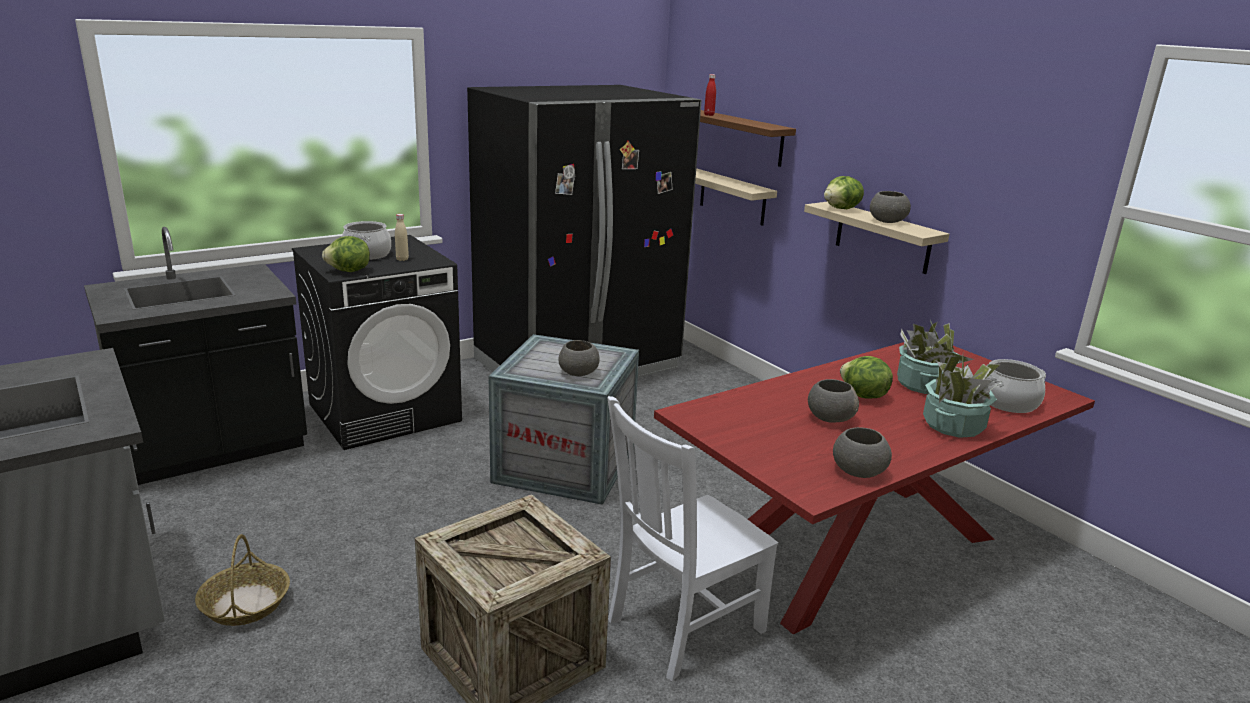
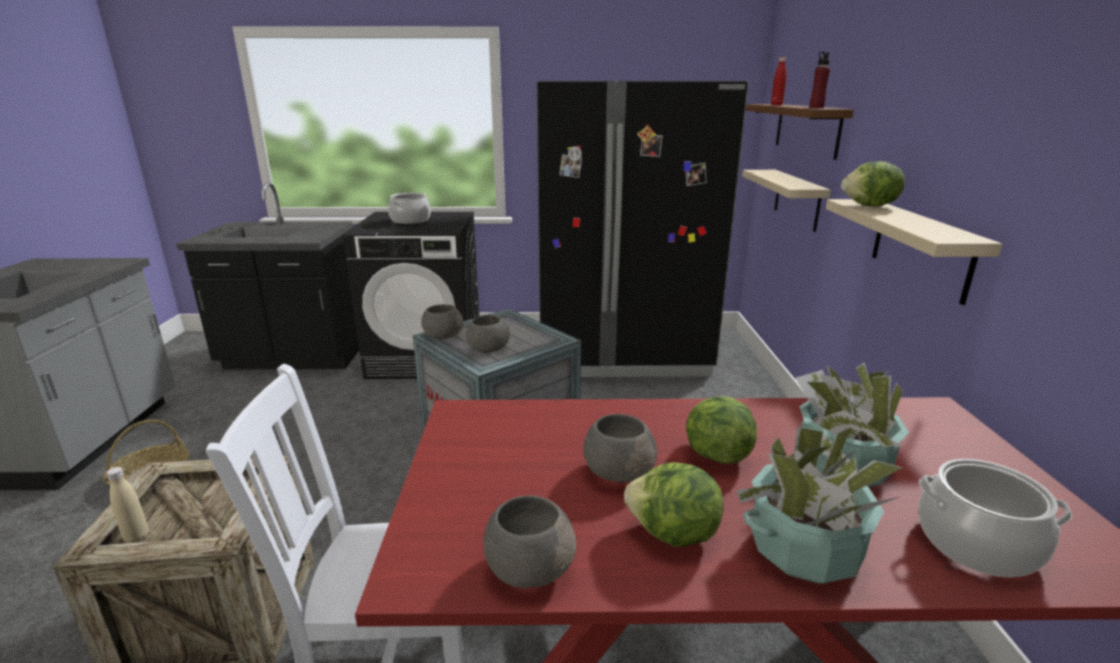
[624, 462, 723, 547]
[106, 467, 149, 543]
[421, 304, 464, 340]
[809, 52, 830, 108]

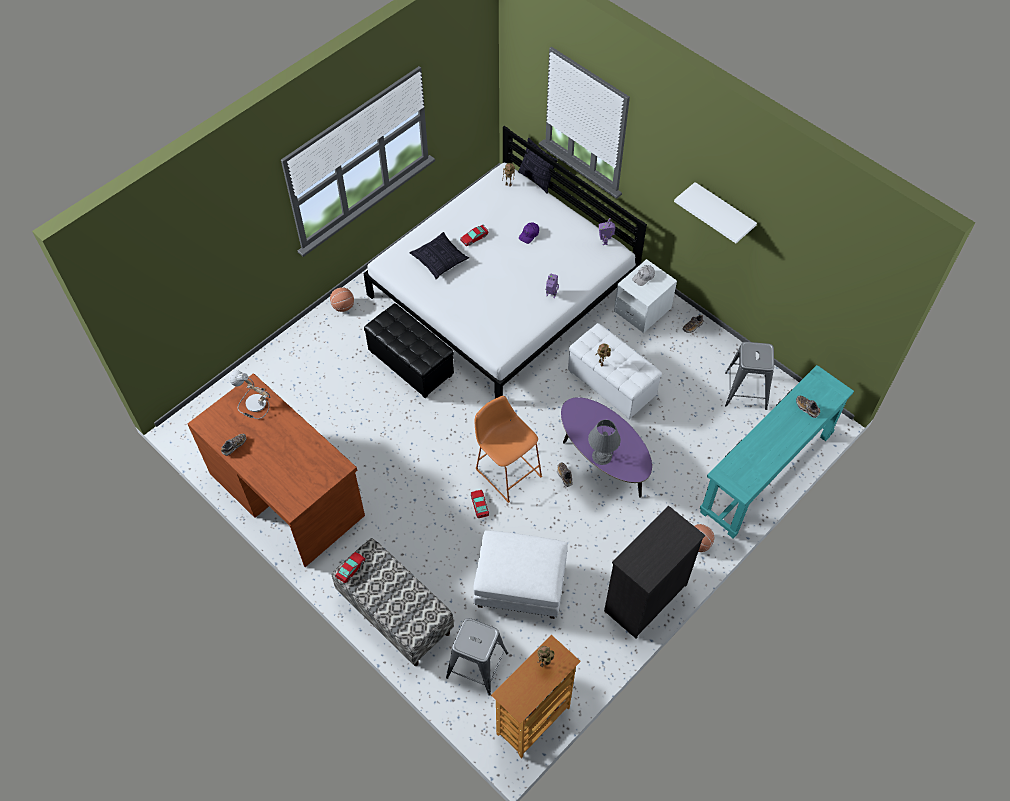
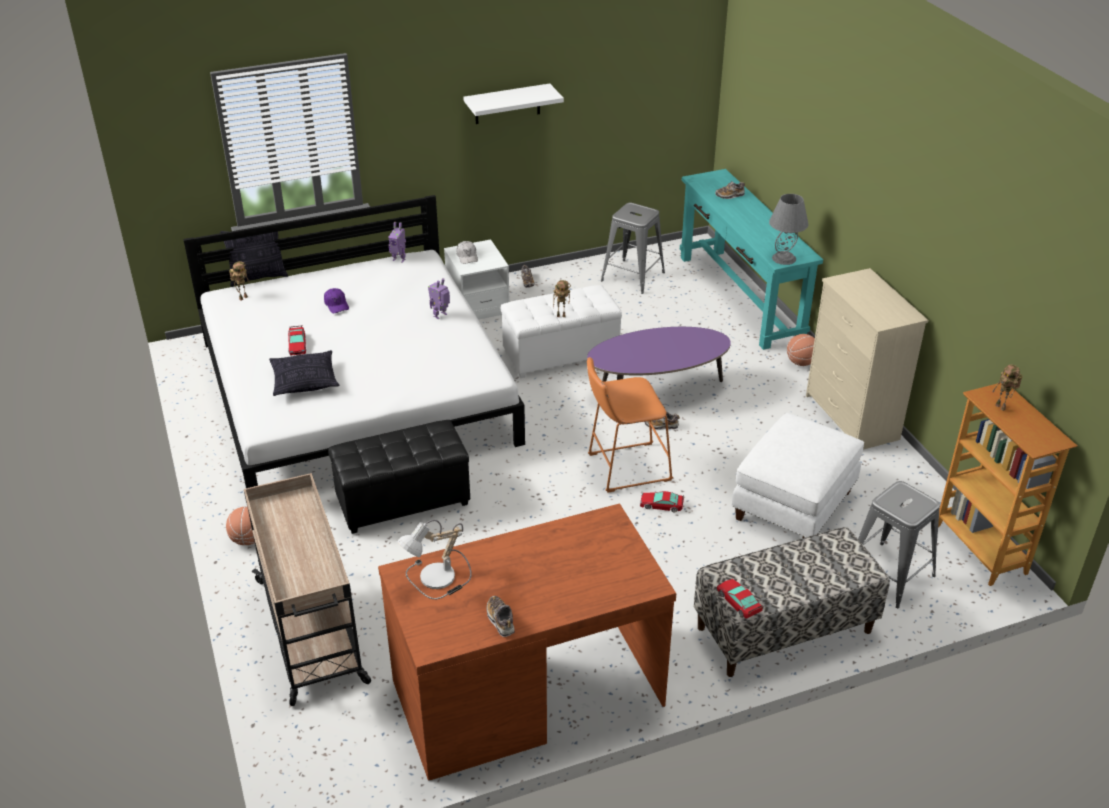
[769, 194, 809, 265]
[806, 268, 928, 450]
[244, 473, 371, 706]

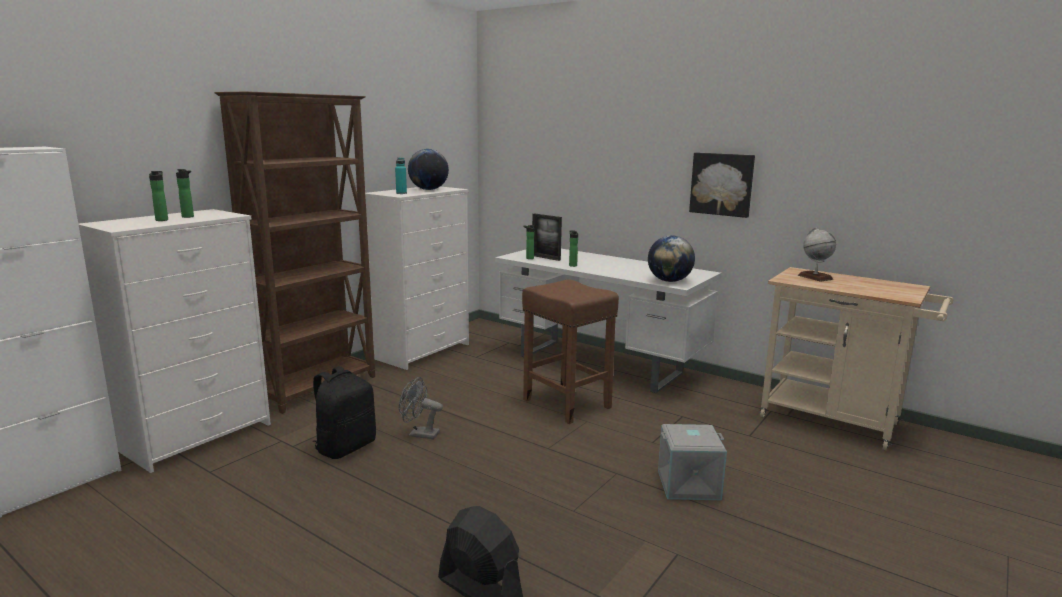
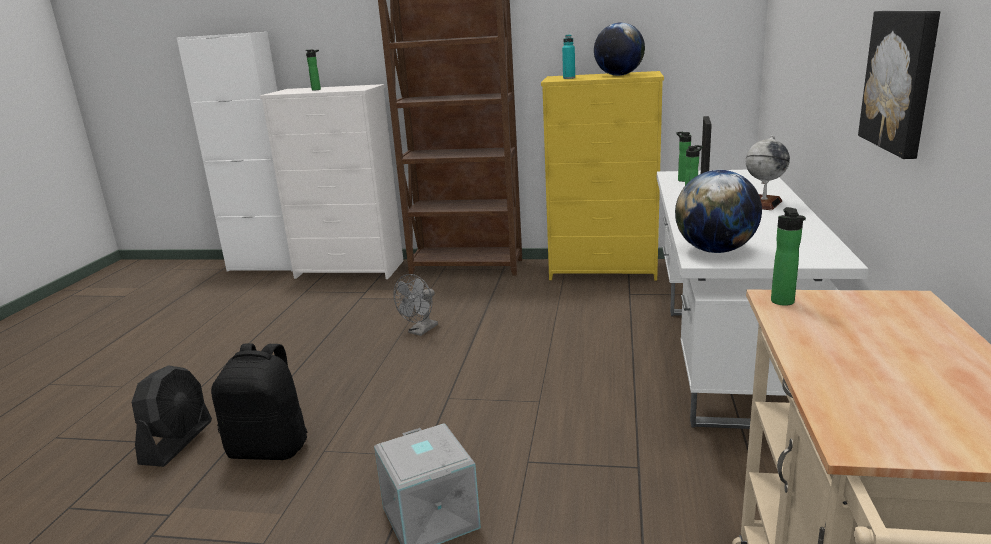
[771, 207, 806, 306]
[211, 344, 307, 460]
[541, 71, 664, 281]
[393, 274, 438, 336]
[522, 280, 619, 424] (first image)
[746, 136, 790, 210]

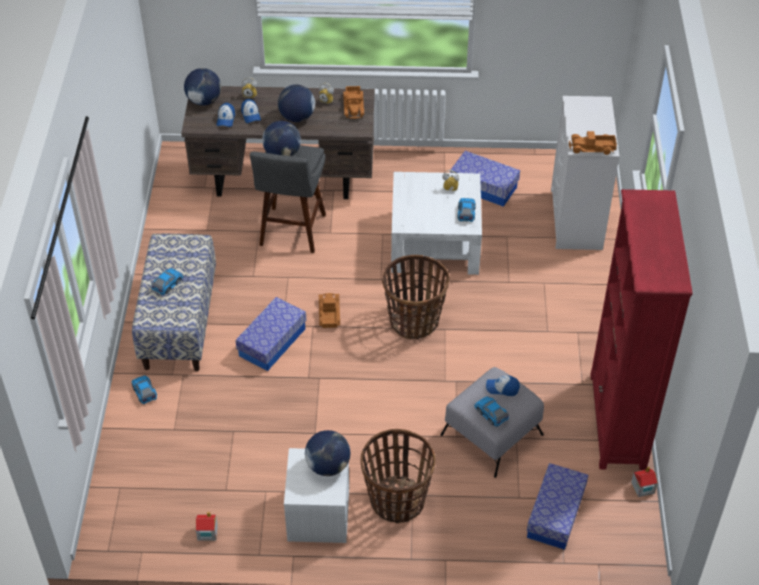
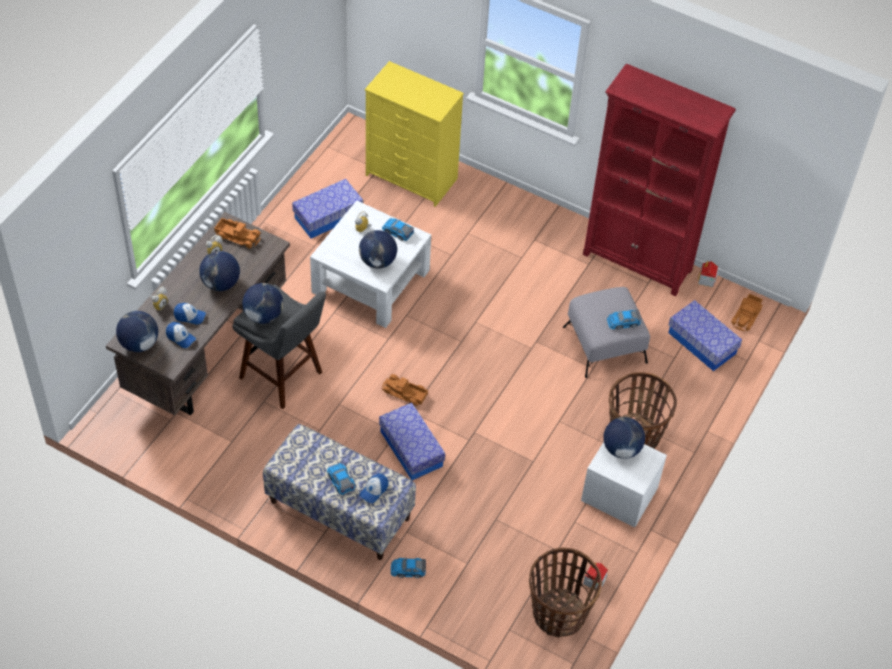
[529, 547, 602, 637]
[359, 473, 388, 503]
[365, 61, 464, 207]
[731, 294, 763, 331]
[359, 230, 397, 269]

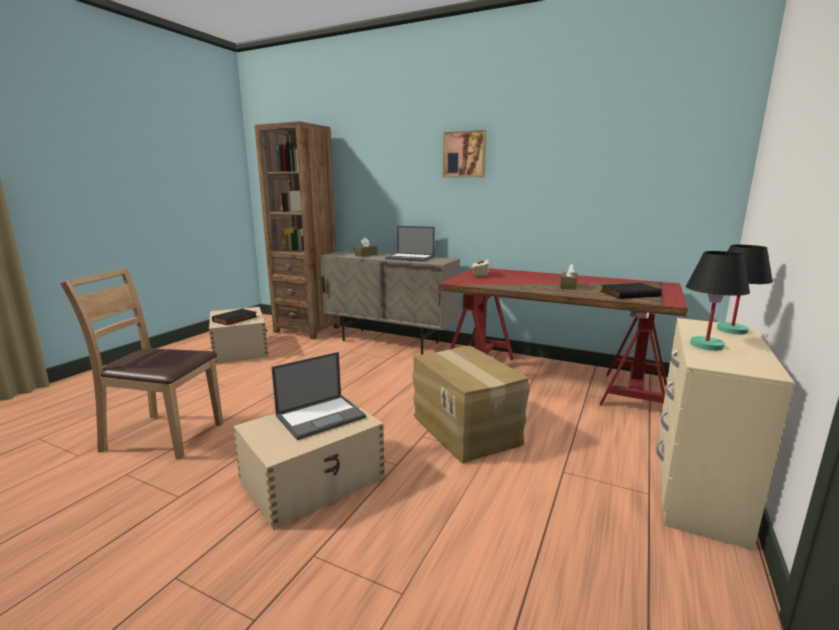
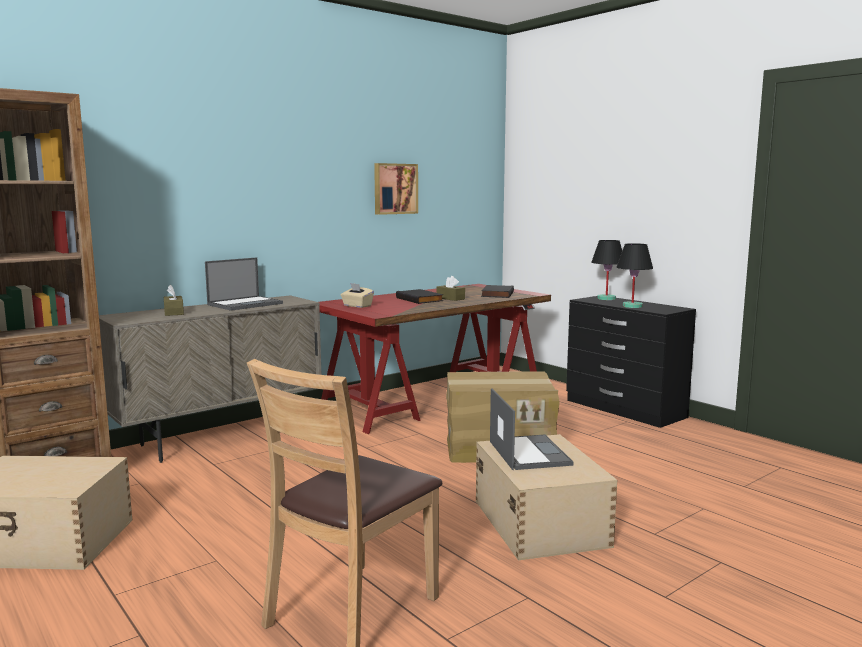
[396, 289, 444, 304]
[374, 163, 418, 215]
[566, 296, 696, 428]

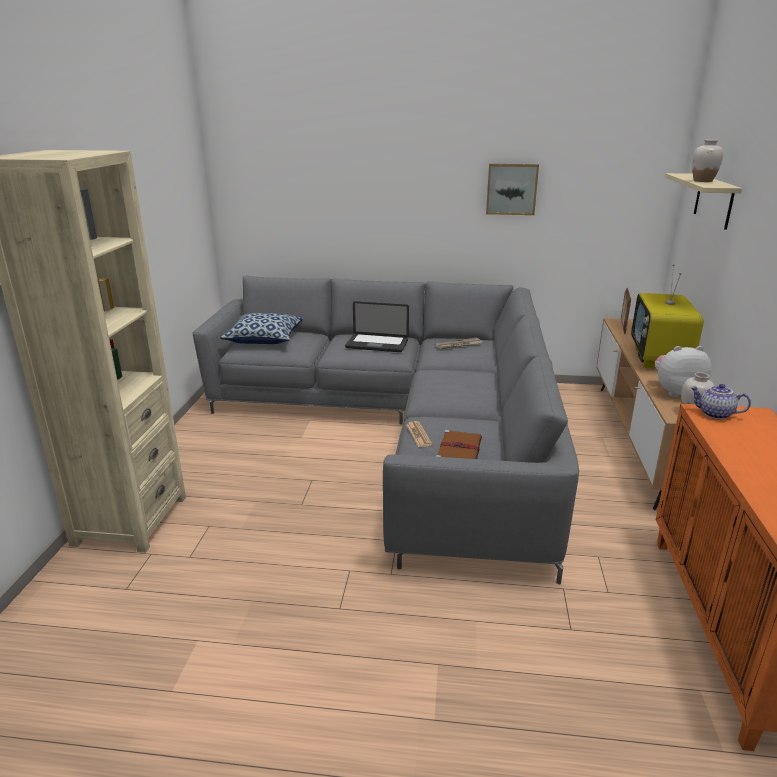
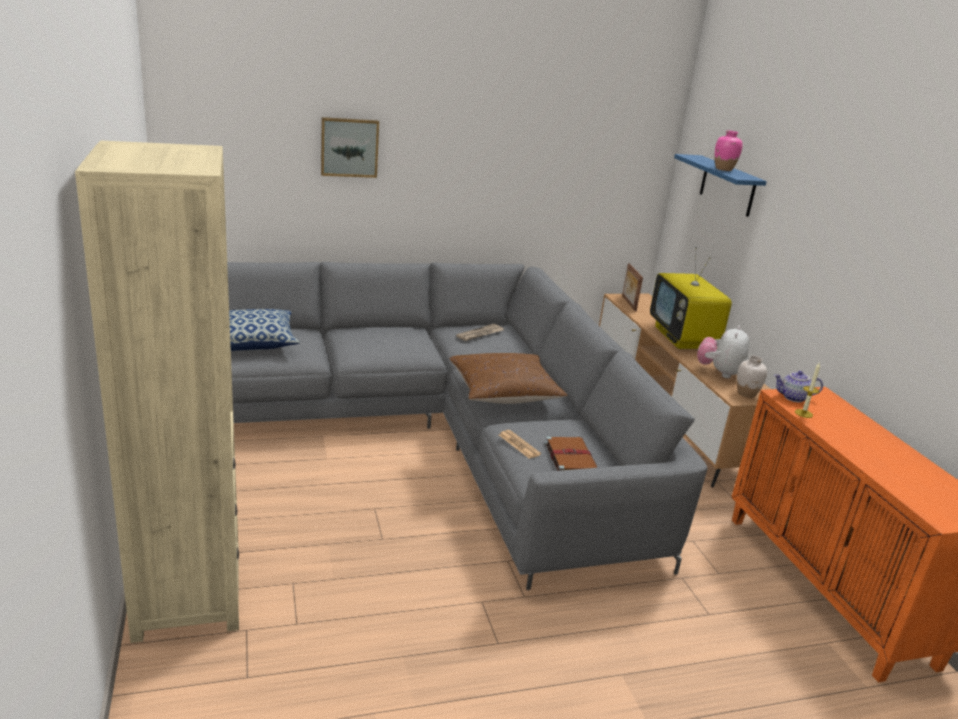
[345, 301, 409, 352] (first image)
[321, 117, 379, 178]
[697, 325, 749, 378]
[674, 154, 767, 217]
[715, 130, 743, 171]
[449, 353, 567, 404]
[795, 362, 820, 418]

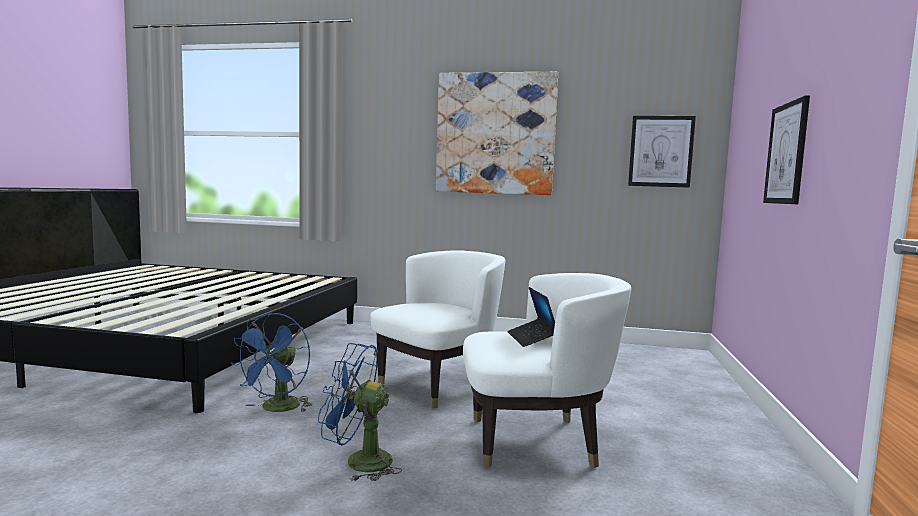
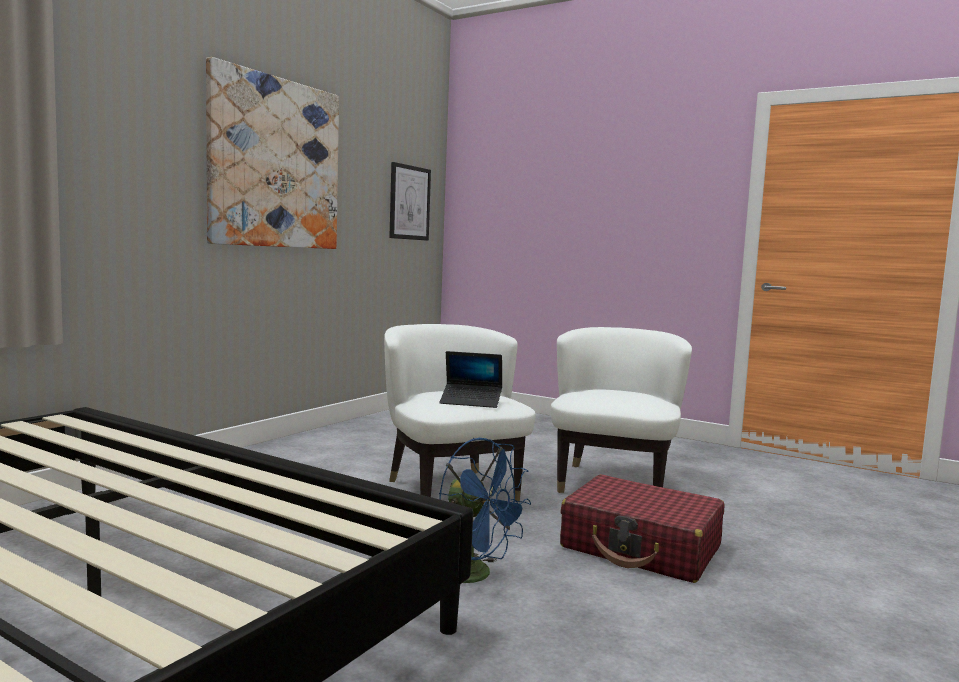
[560, 474, 725, 583]
[440, 351, 502, 408]
[763, 95, 810, 204] (first image)

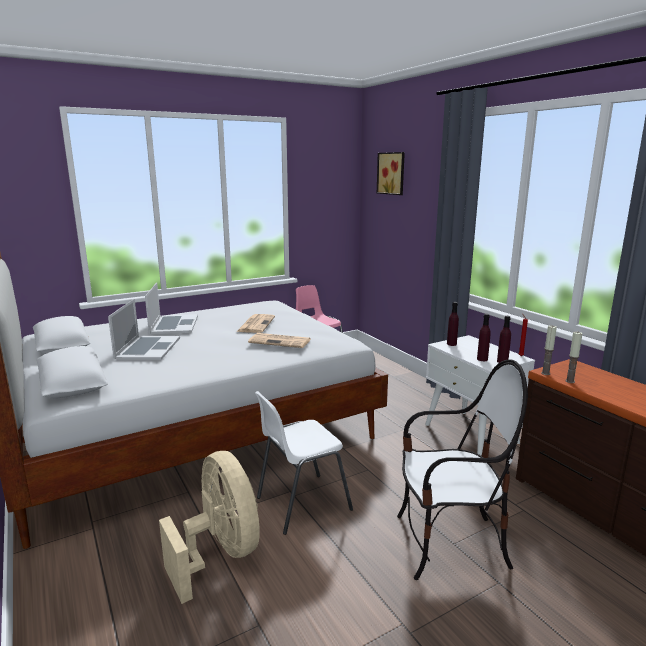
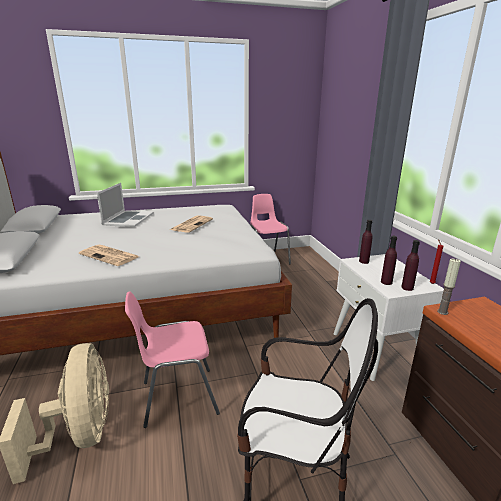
[108, 299, 180, 360] (first image)
[79, 245, 139, 266]
[125, 291, 220, 428]
[377, 152, 405, 195] (first image)
[565, 332, 582, 383] (first image)

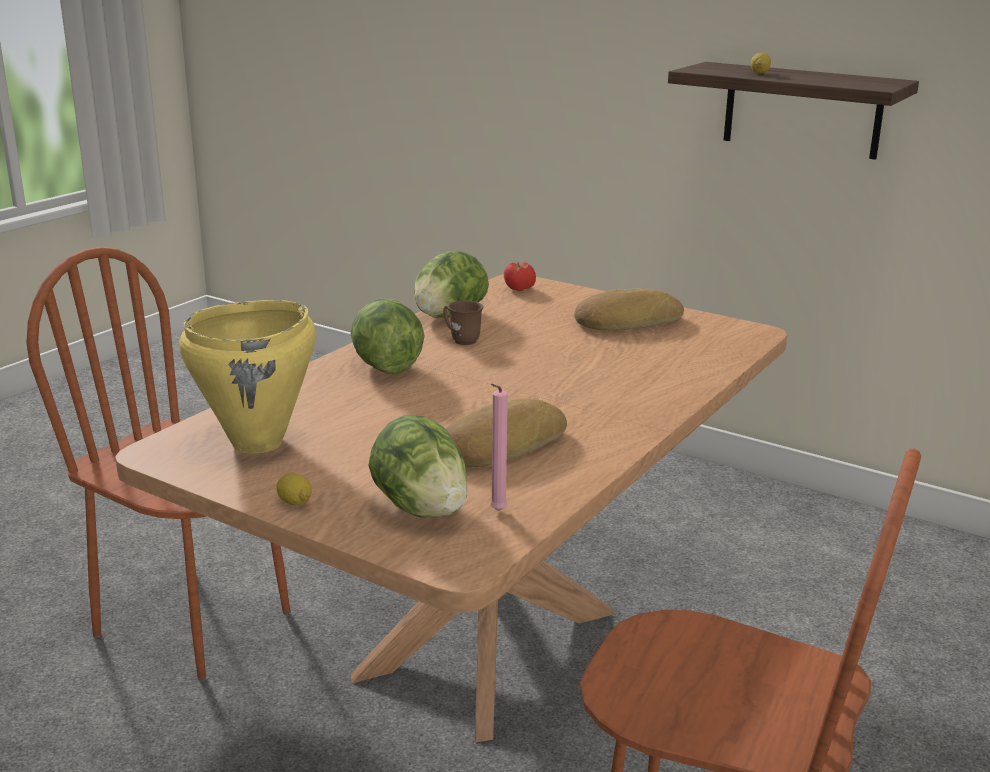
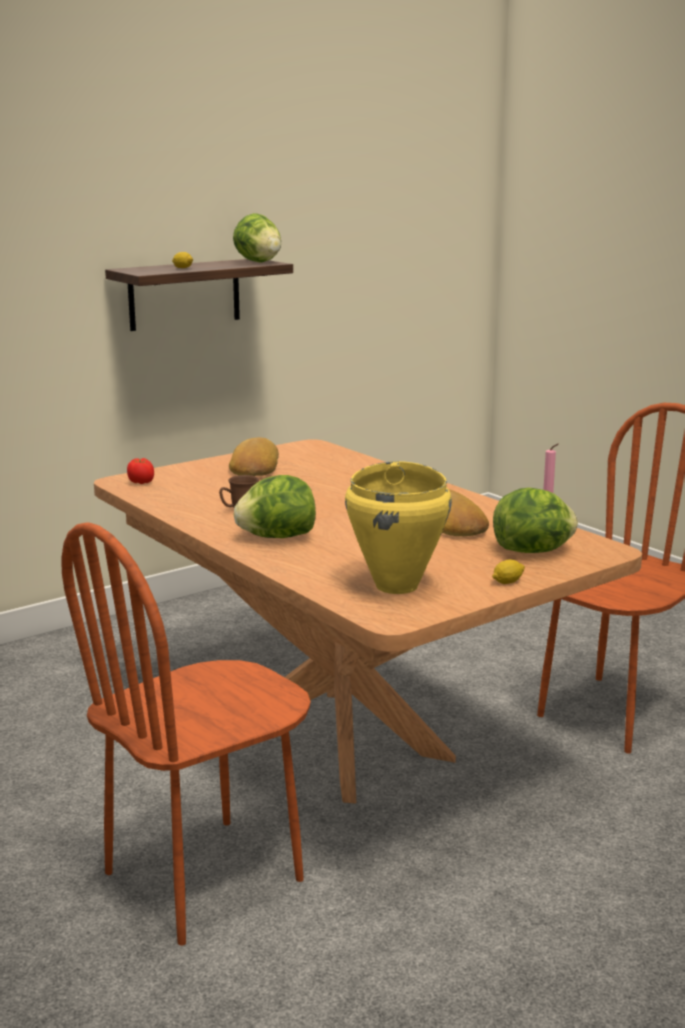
[233, 213, 281, 262]

